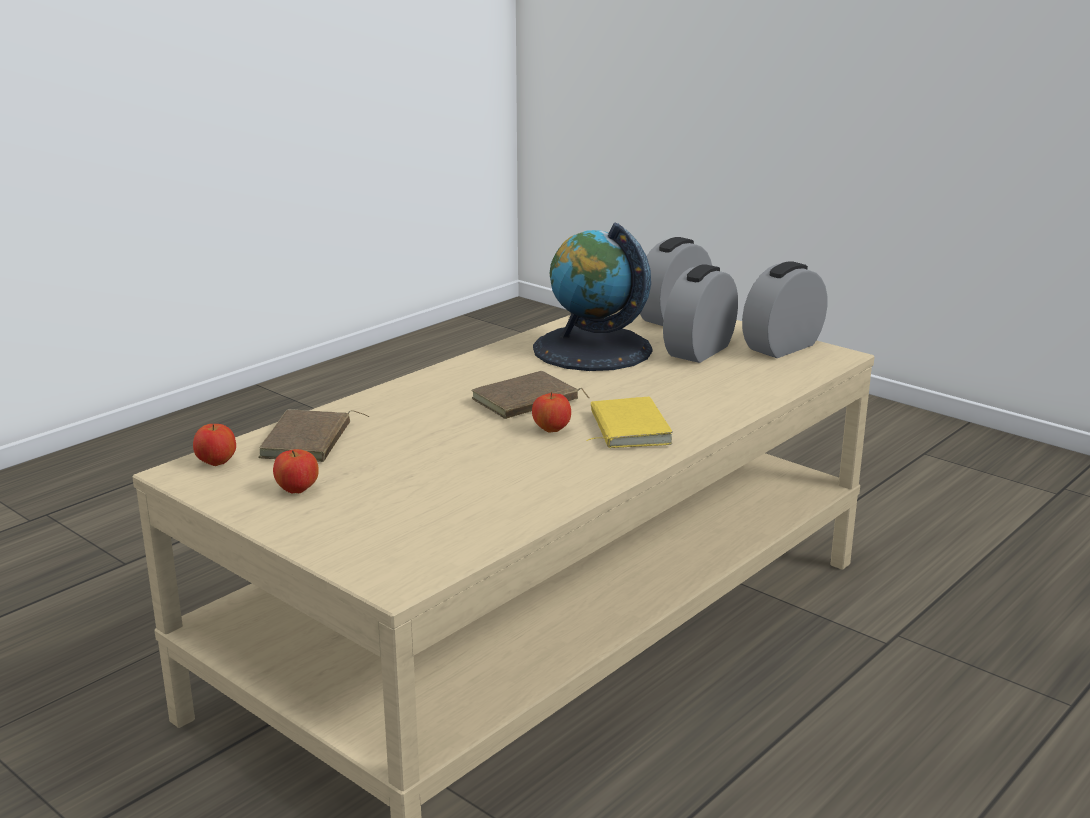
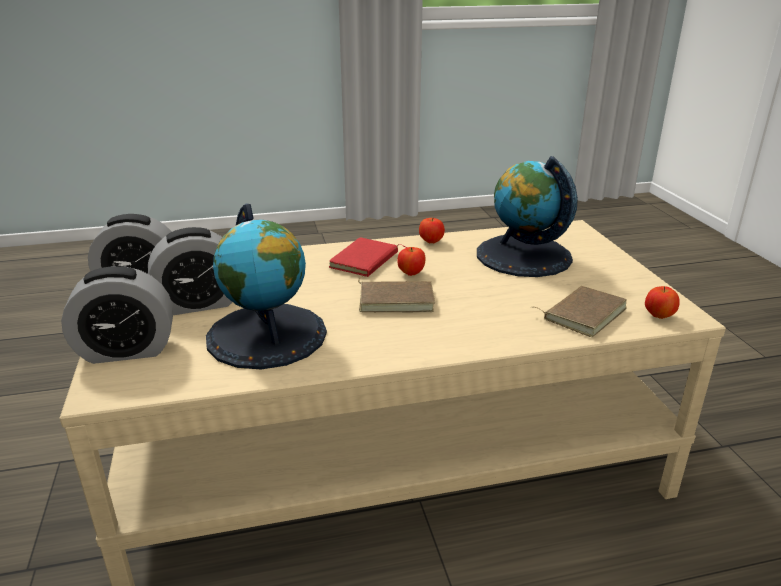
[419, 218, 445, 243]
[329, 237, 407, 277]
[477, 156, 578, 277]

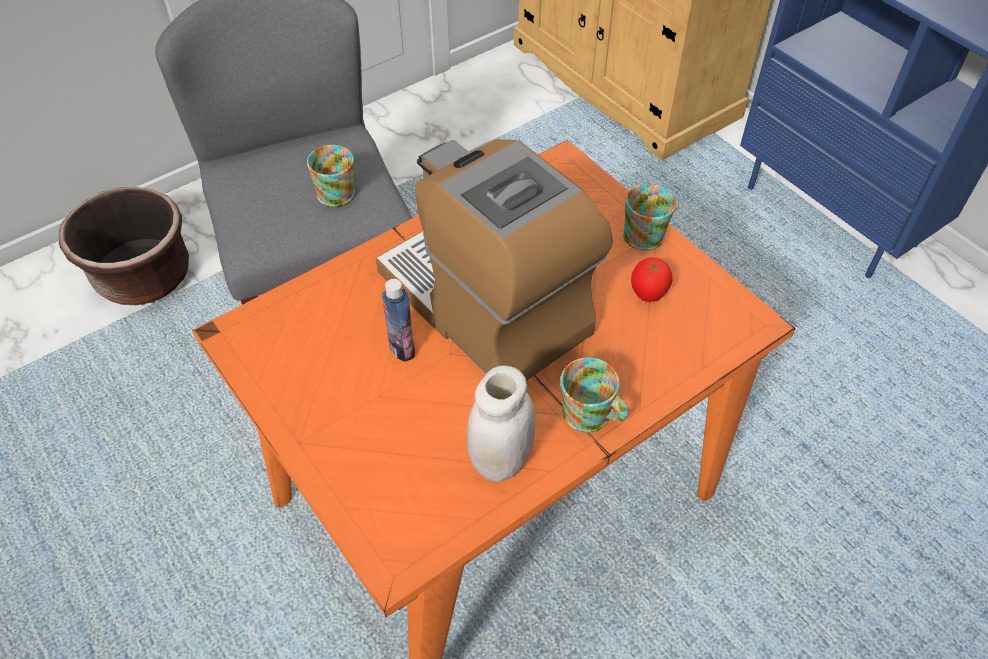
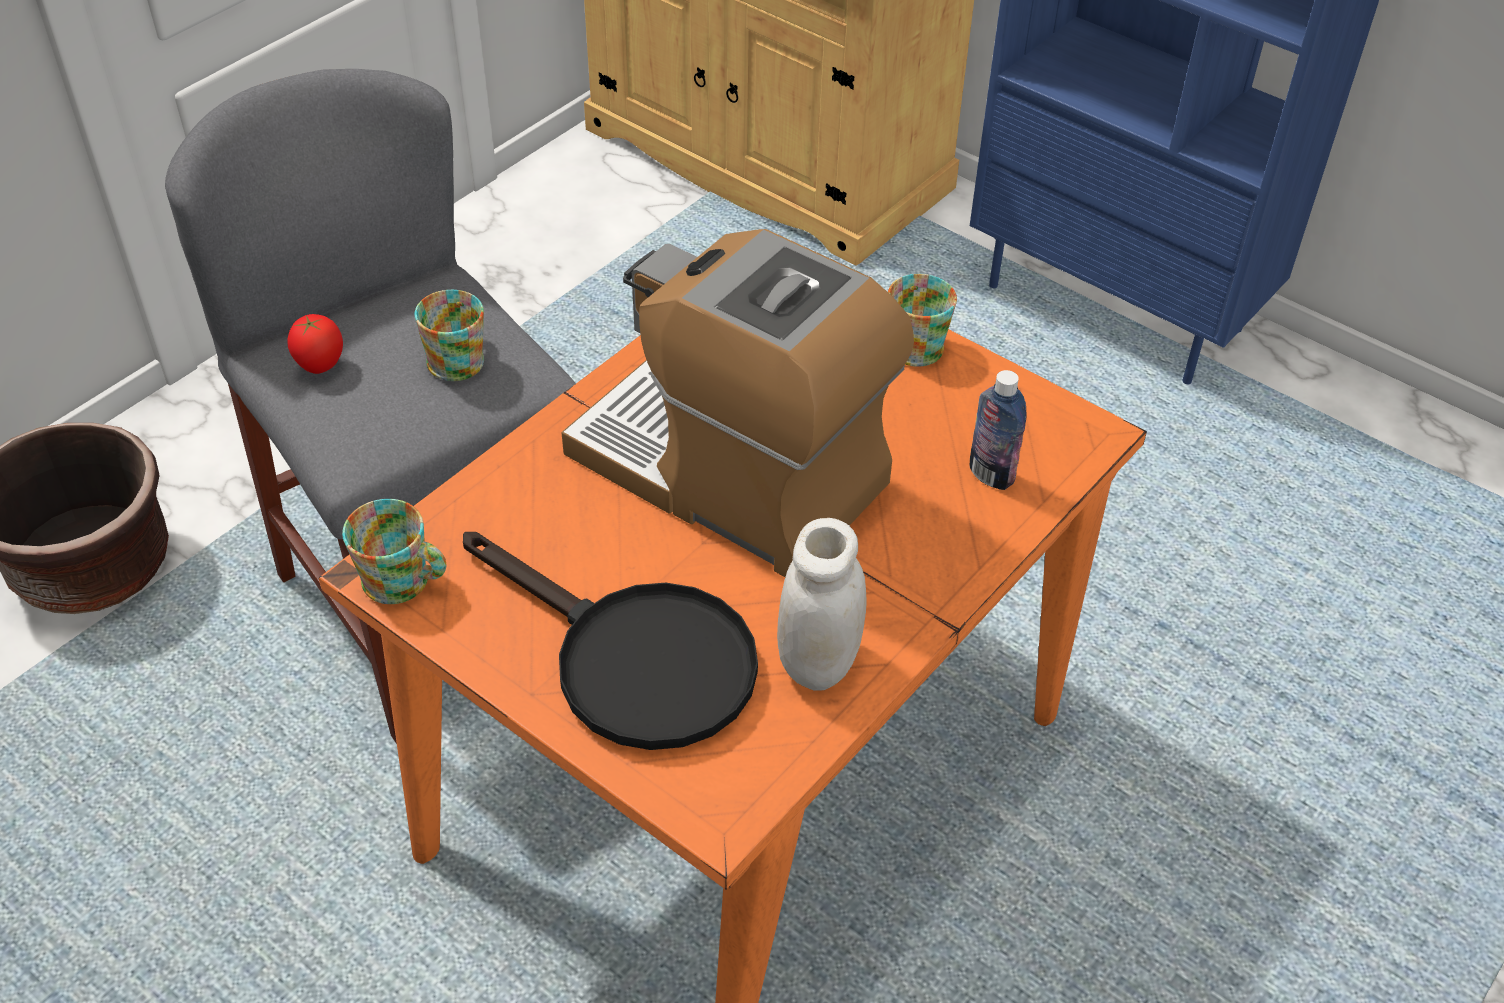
[969, 370, 1026, 490]
[342, 499, 447, 604]
[288, 314, 343, 374]
[463, 532, 758, 750]

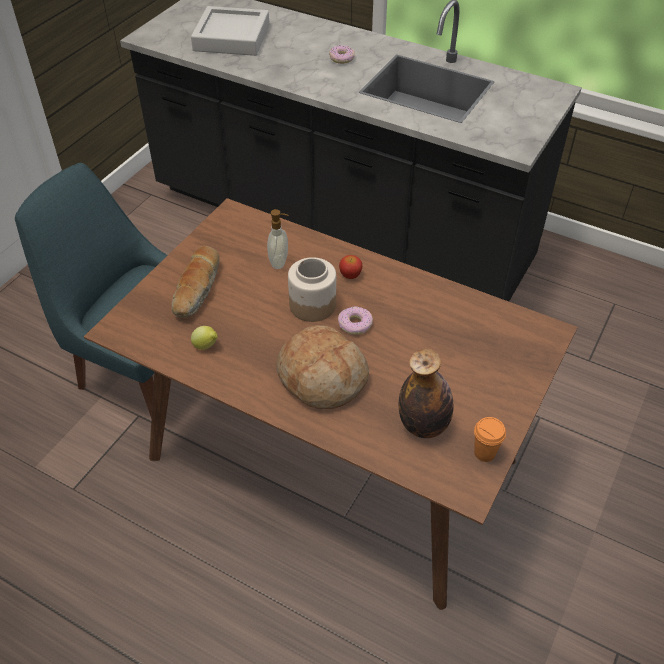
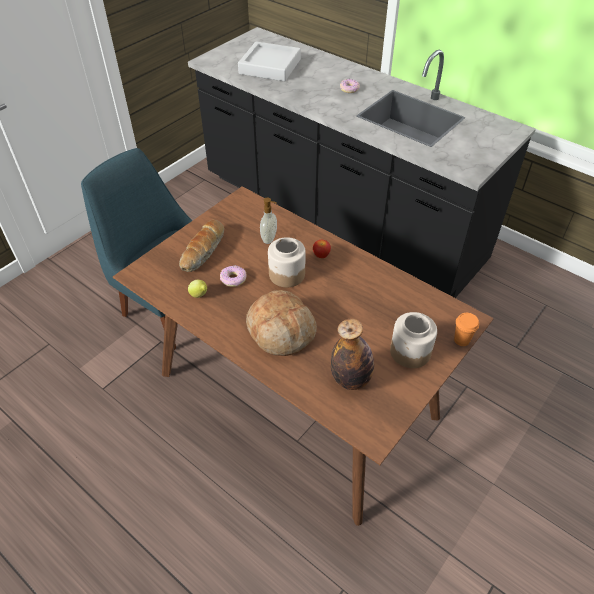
[220, 266, 247, 287]
[454, 313, 479, 346]
[390, 312, 437, 368]

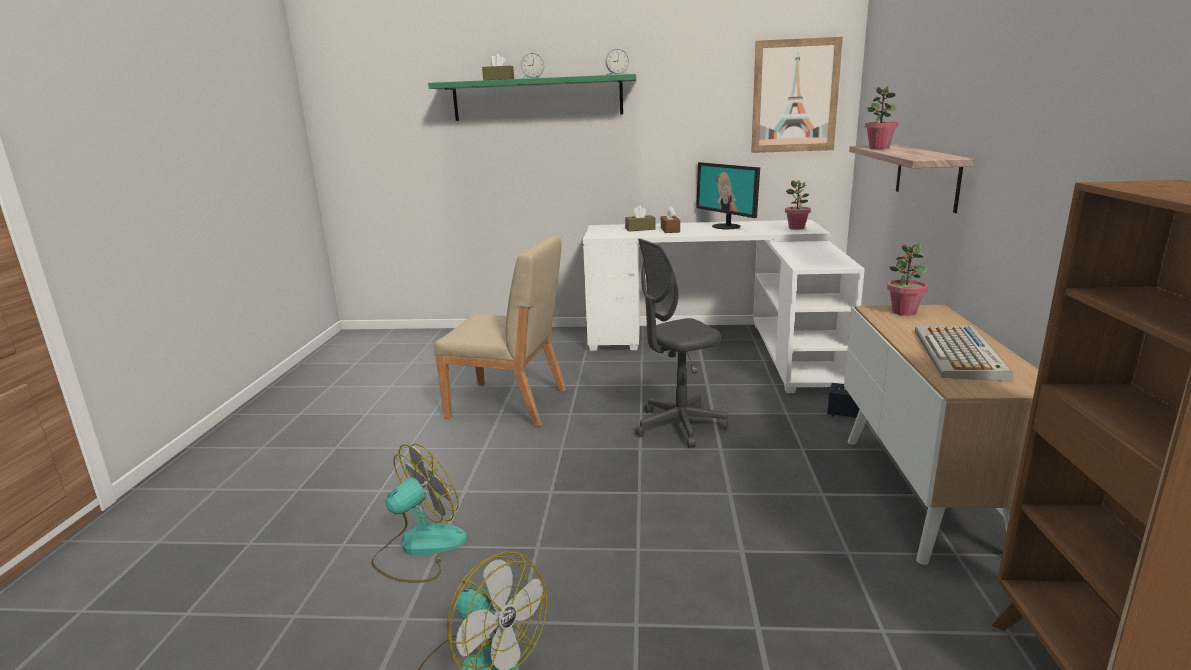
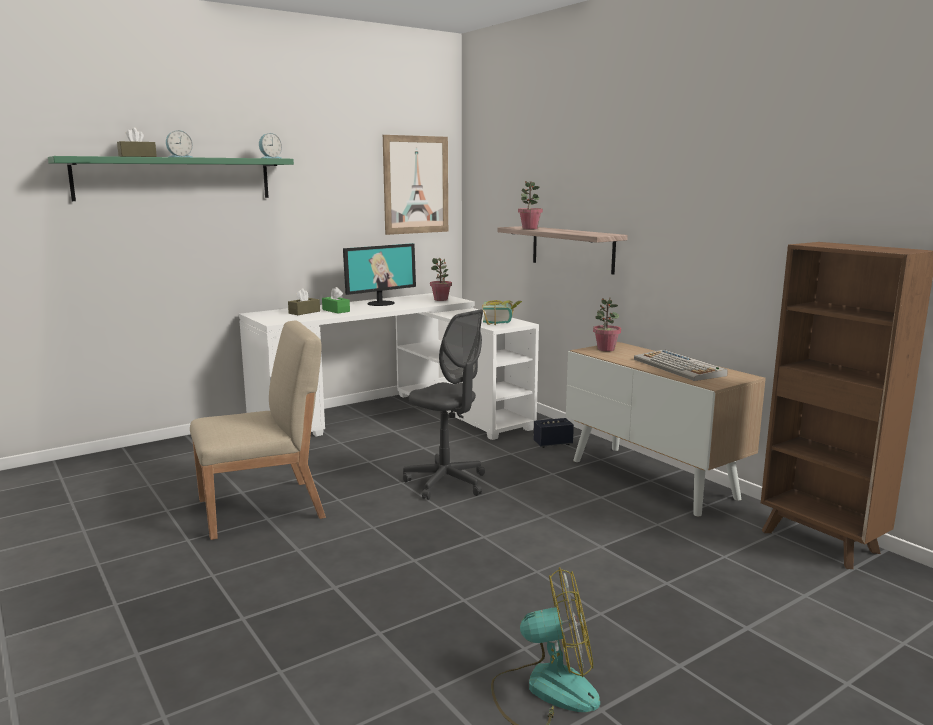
[371, 443, 467, 583] (first image)
[403, 310, 485, 500]
[322, 287, 350, 314]
[343, 243, 416, 306]
[482, 300, 522, 325]

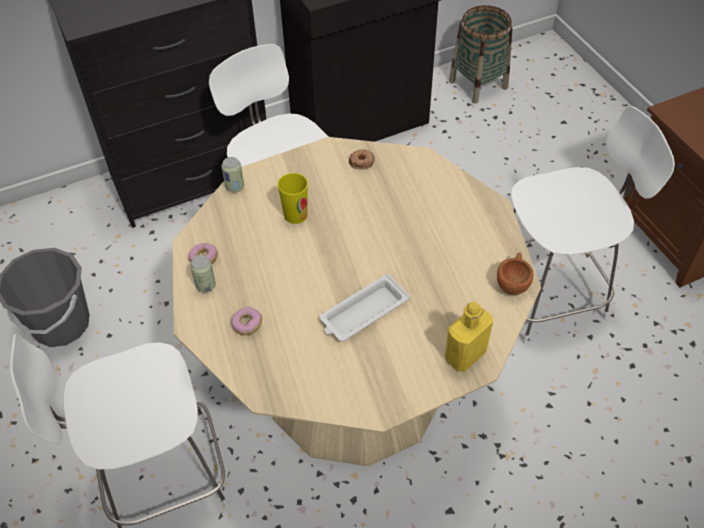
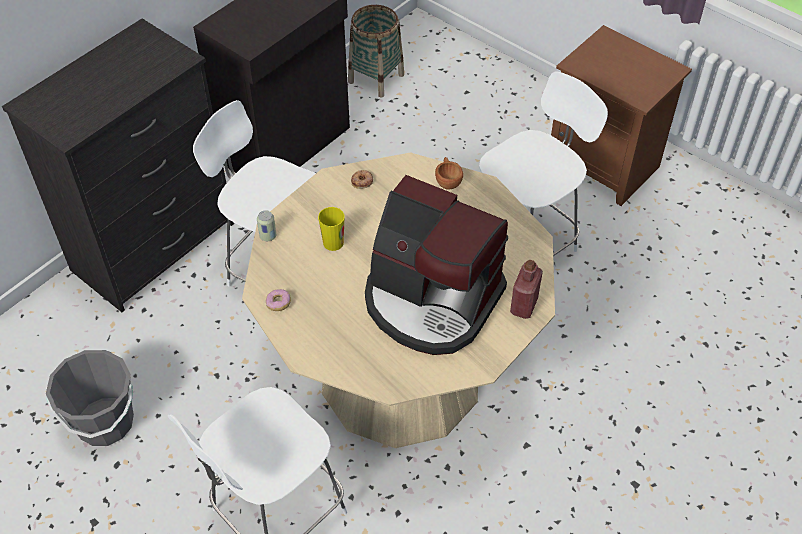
[190, 255, 216, 292] (first image)
[231, 307, 262, 335] (first image)
[365, 175, 508, 355]
[510, 260, 543, 319]
[435, 157, 463, 190]

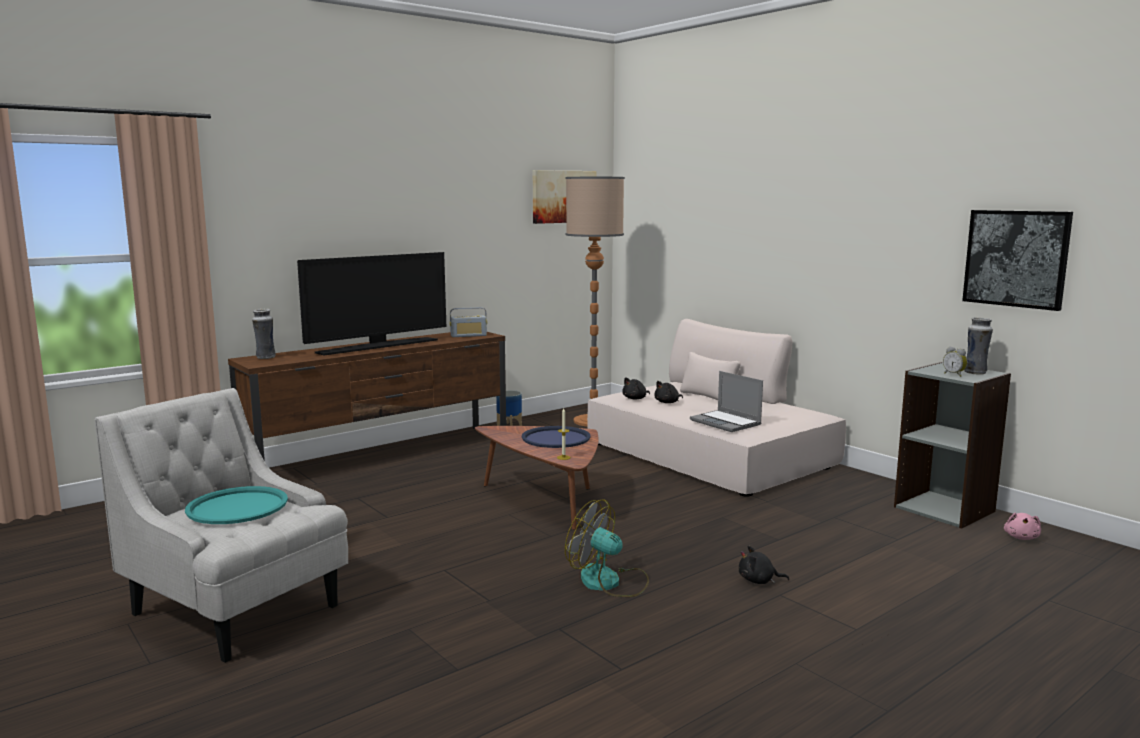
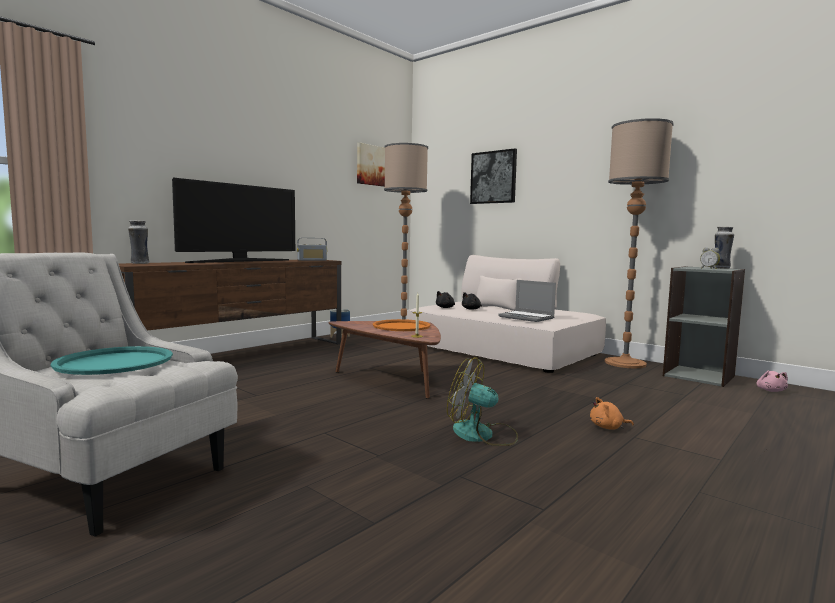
[373, 319, 431, 331]
[590, 397, 634, 429]
[470, 148, 517, 204]
[605, 118, 674, 369]

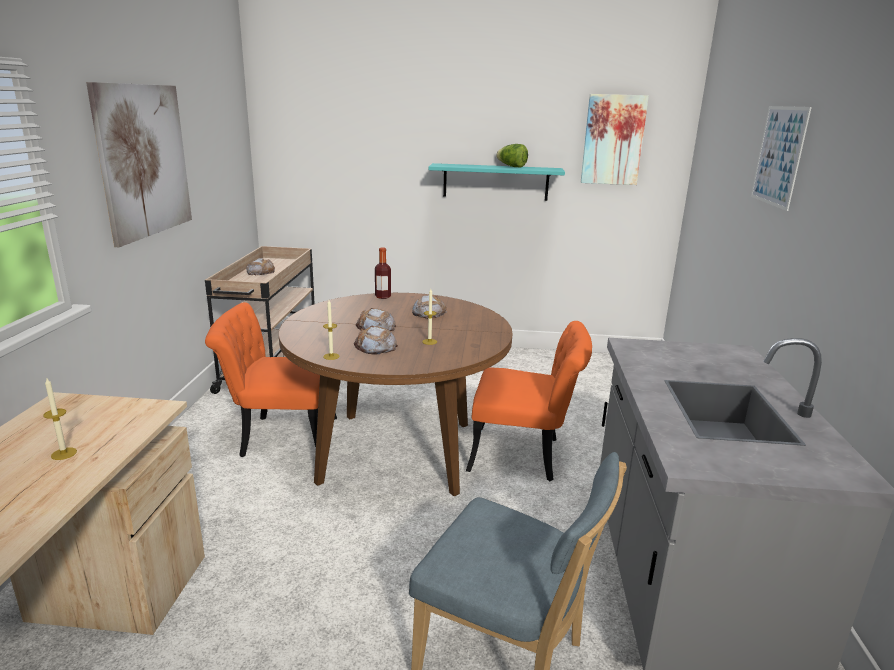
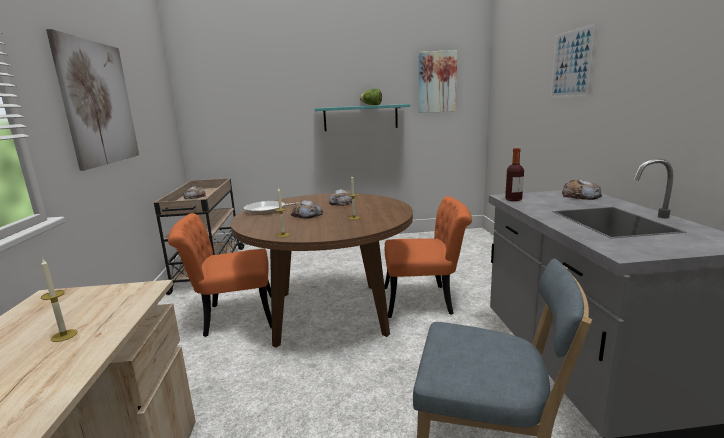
[562, 180, 602, 200]
[505, 148, 524, 201]
[244, 201, 300, 215]

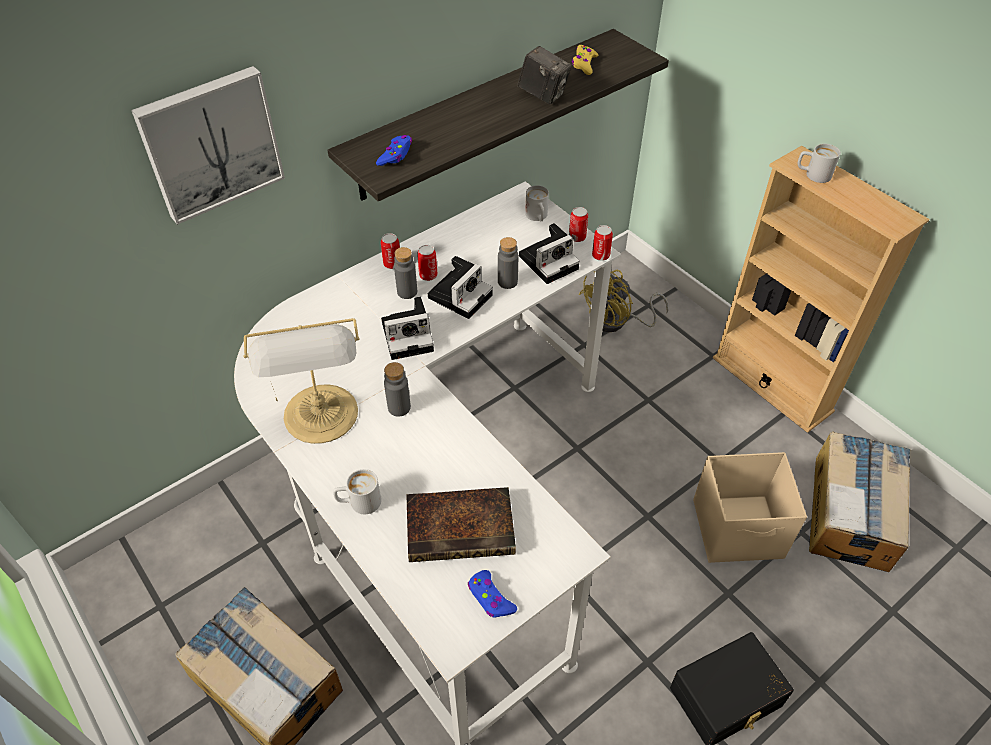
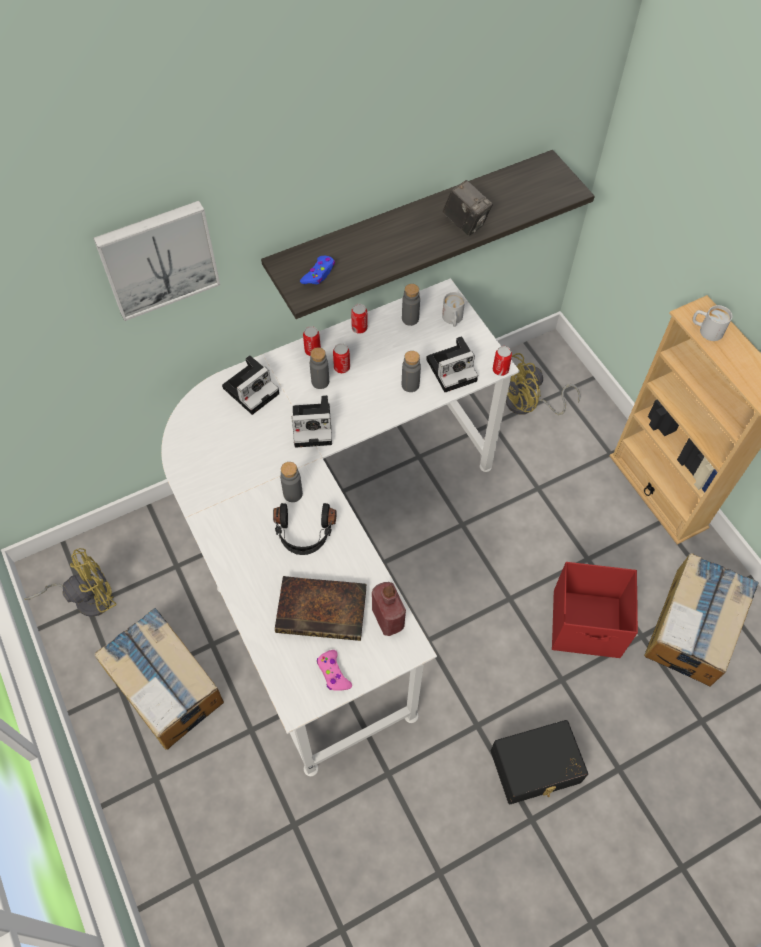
[244, 318, 360, 444] (first image)
[333, 469, 381, 514] (first image)
[222, 355, 279, 415]
[317, 650, 352, 691]
[351, 304, 368, 334]
[572, 45, 598, 75] (first image)
[552, 562, 638, 658]
[25, 548, 117, 617]
[273, 503, 337, 555]
[372, 582, 406, 636]
[402, 284, 420, 326]

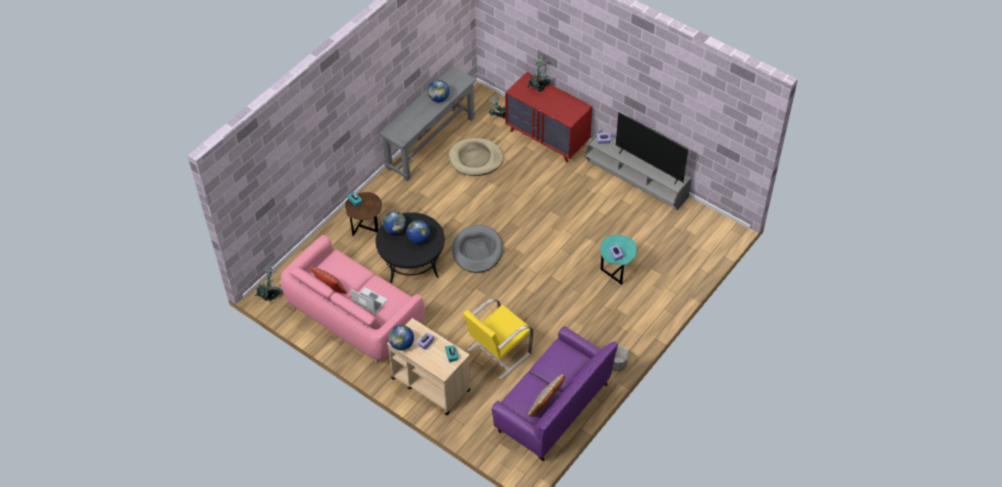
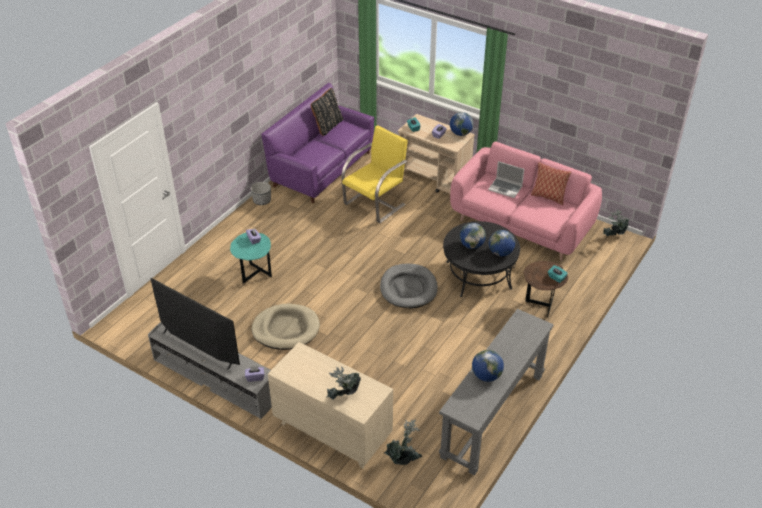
[252, 304, 320, 350]
[268, 342, 393, 469]
[311, 88, 343, 136]

